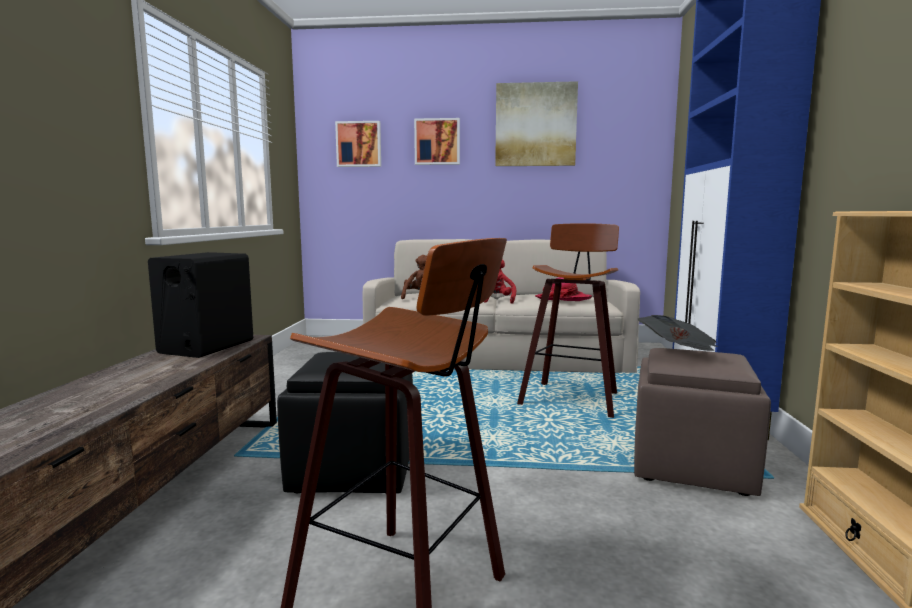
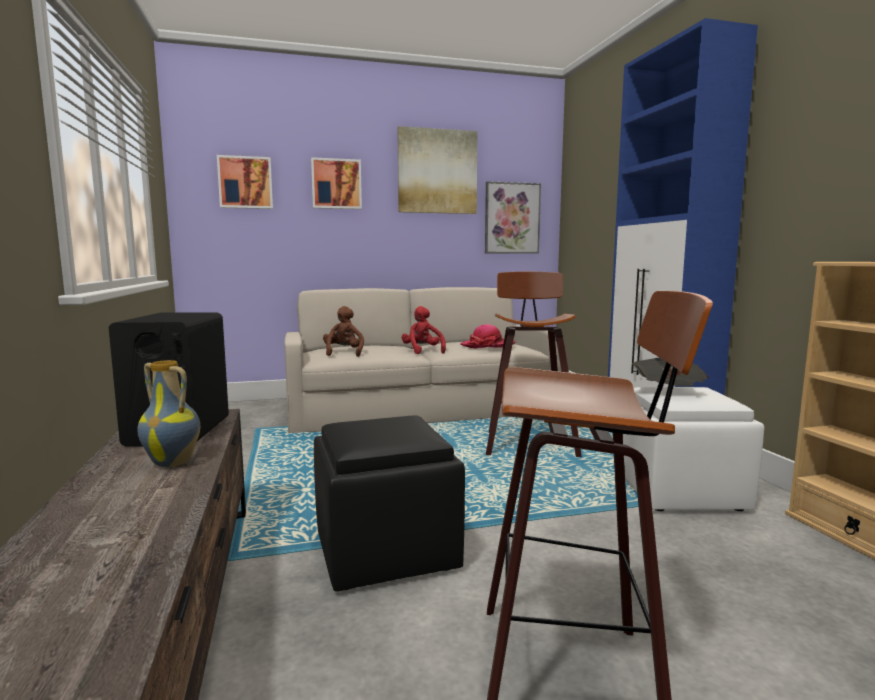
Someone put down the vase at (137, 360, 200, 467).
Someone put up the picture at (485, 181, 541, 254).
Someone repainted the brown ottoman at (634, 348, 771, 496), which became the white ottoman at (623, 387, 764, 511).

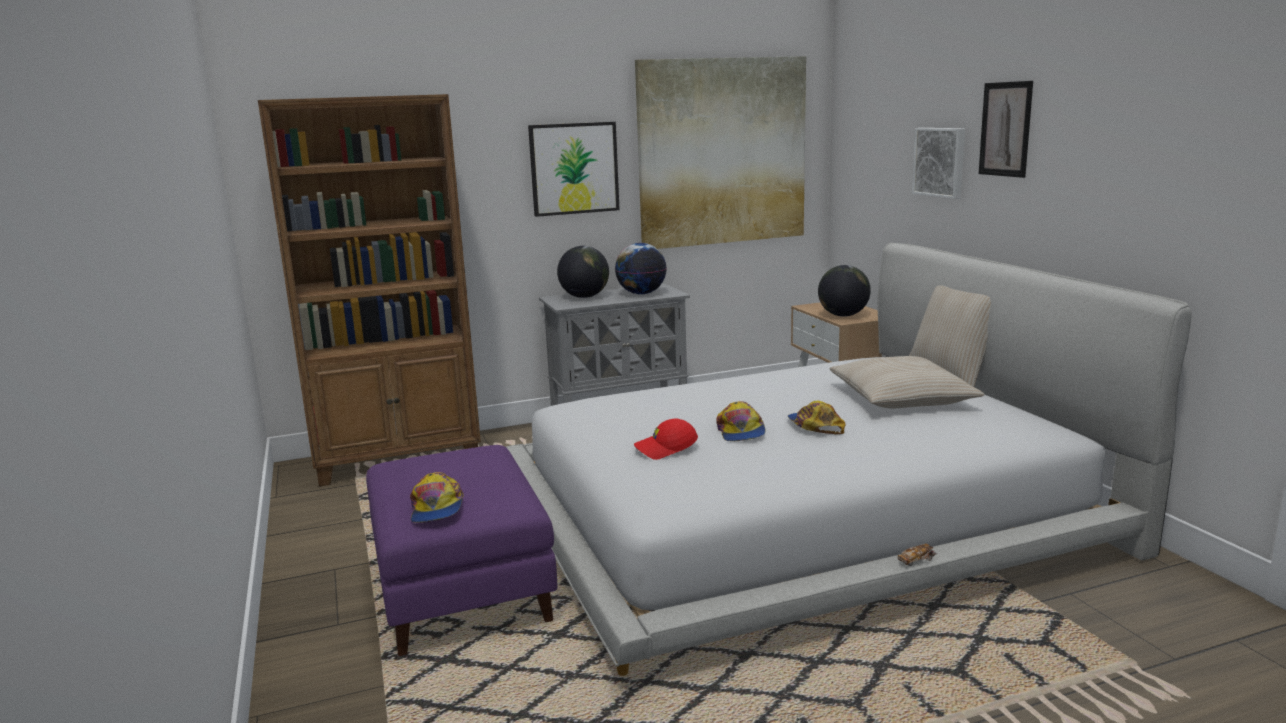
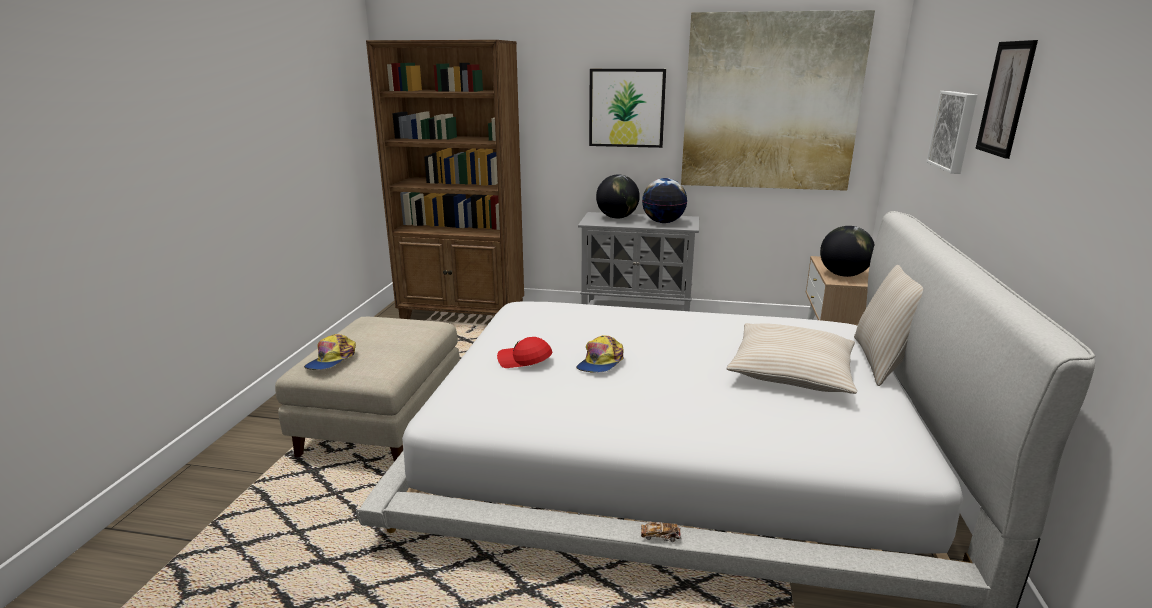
Someone repainted the purple ottoman at (366, 445, 557, 656), which became the beige ottoman at (275, 317, 460, 462).
Someone took away the cap at (788, 401, 845, 434).

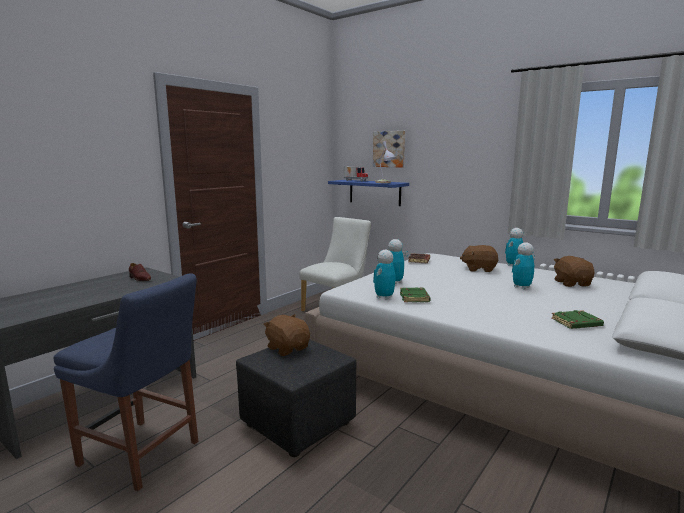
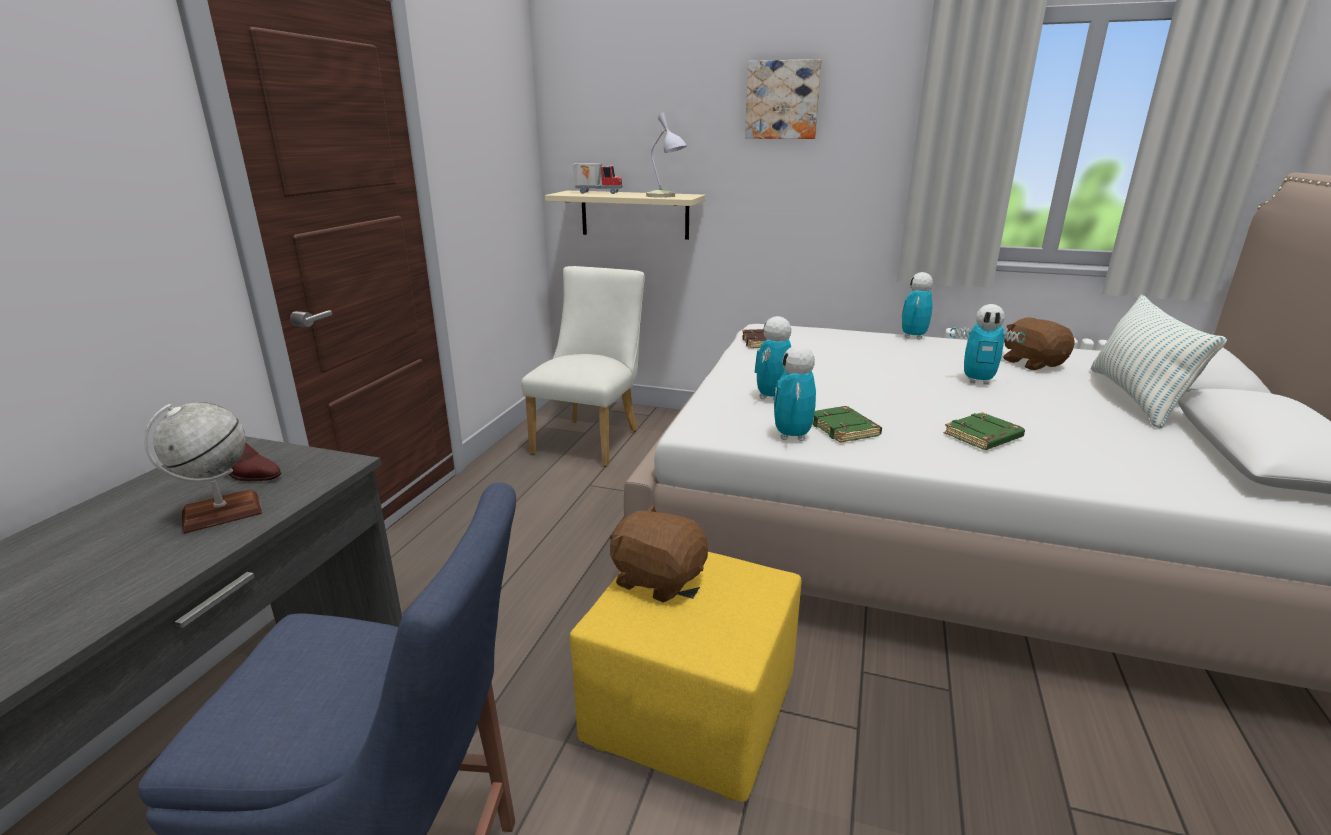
Someone put down the globe at (144, 402, 263, 534).
Someone repainted the blue shelf at (328, 180, 409, 206), which became the beige shelf at (545, 191, 706, 240).
Someone repainted the black ottoman at (236, 340, 356, 457), which became the yellow ottoman at (570, 552, 801, 802).
Someone carried the picture from (373, 131, 405, 168) to (745, 59, 822, 139).
Someone carried the green book from (551, 310, 604, 329) to (944, 412, 1025, 450).
Someone rotated the toy robot at (512, 242, 535, 290) by 105 degrees counterclockwise.
Someone put down the pillow at (1090, 295, 1227, 428).
Someone took away the brown plush toy at (460, 245, 498, 272).

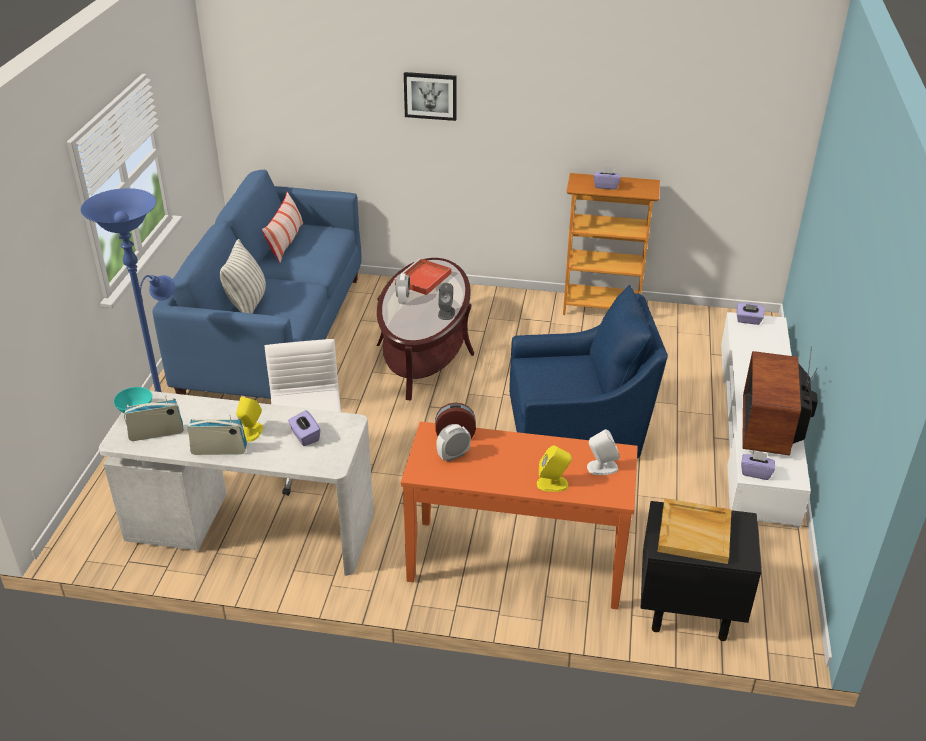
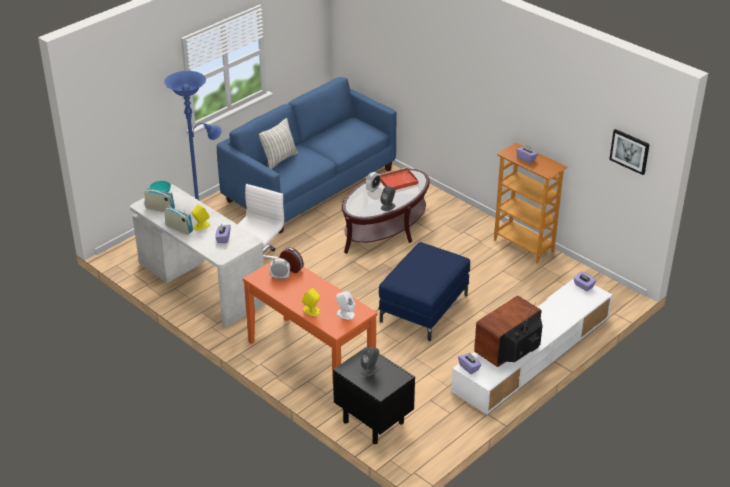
Someone swapped the beige tray at (658, 498, 731, 564) for the grey speaker at (361, 347, 379, 376).
Someone swapped the blue armchair at (509, 285, 668, 458) for the blue ottoman at (378, 242, 470, 341).
Someone carried the picture from (404, 72, 457, 121) to (609, 129, 650, 175).
Someone took away the pillow at (262, 192, 303, 263).

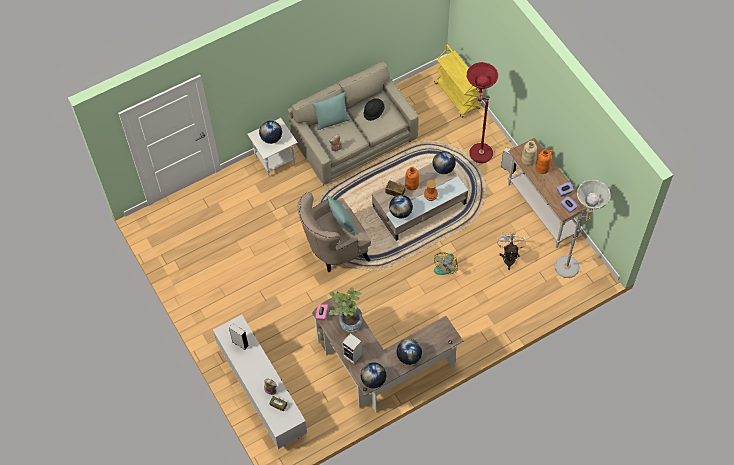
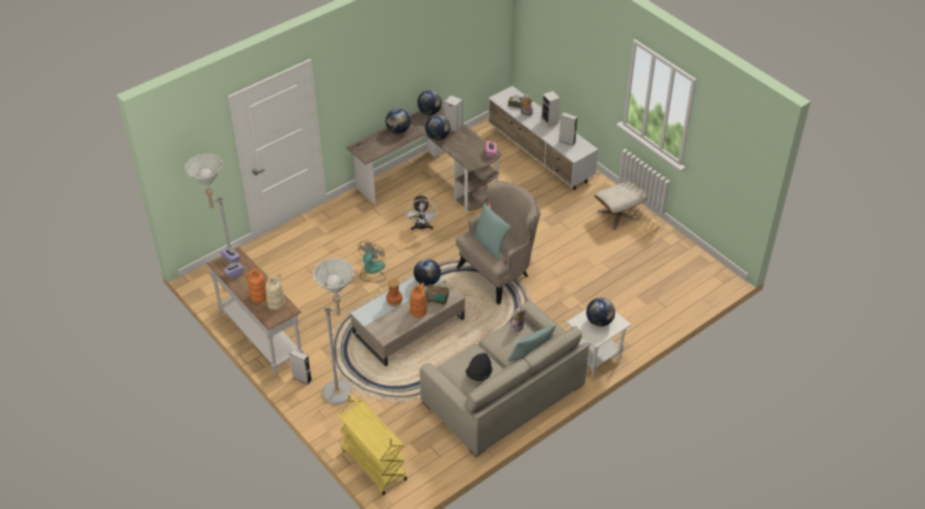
Someone repainted the red floor lamp at (467, 62, 498, 163), which became the grey floor lamp at (313, 258, 354, 405).
Someone carried the white fan from (497, 230, 526, 270) to (406, 194, 437, 230).
Someone carried the globe from (433, 151, 456, 174) to (425, 115, 450, 140).
Someone put down the speaker at (541, 91, 560, 127).
Someone put down the beige ottoman at (594, 181, 647, 230).
Someone took away the potted plant at (329, 288, 362, 332).

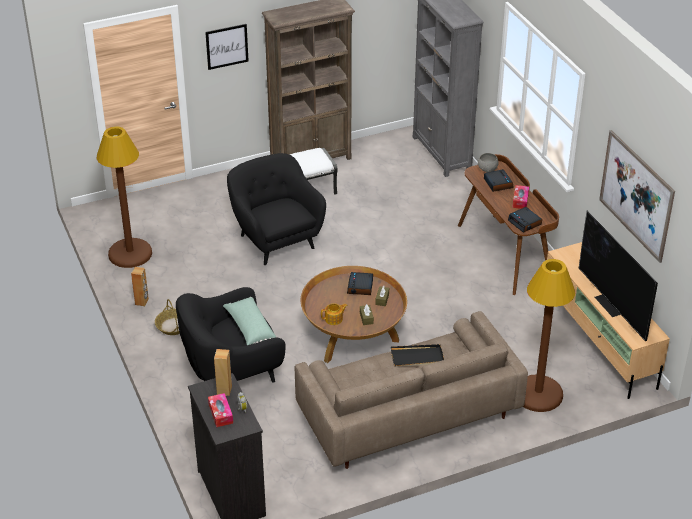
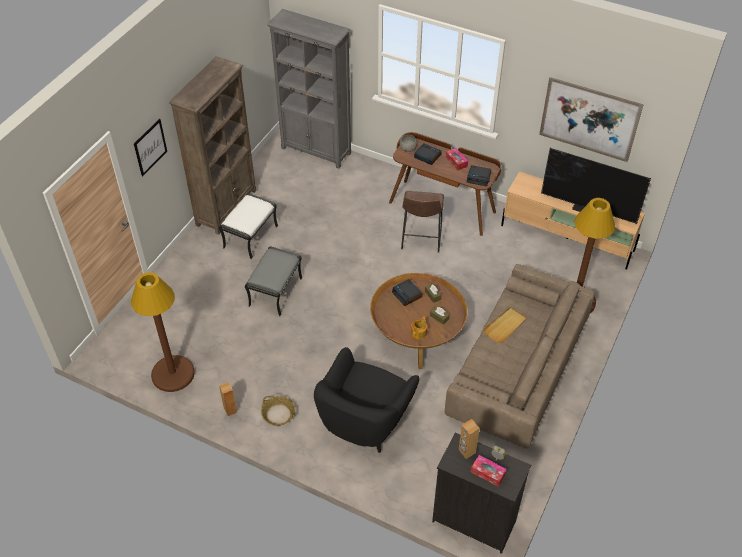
Someone swapped the black armchair at (227, 153, 326, 265) for the grey ottoman at (245, 246, 302, 316).
Someone put down the brown stool at (401, 191, 444, 253).
Someone repainted the black tray at (391, 344, 444, 366), which became the beige tray at (483, 306, 527, 344).
Someone took away the green pillow at (223, 297, 276, 345).

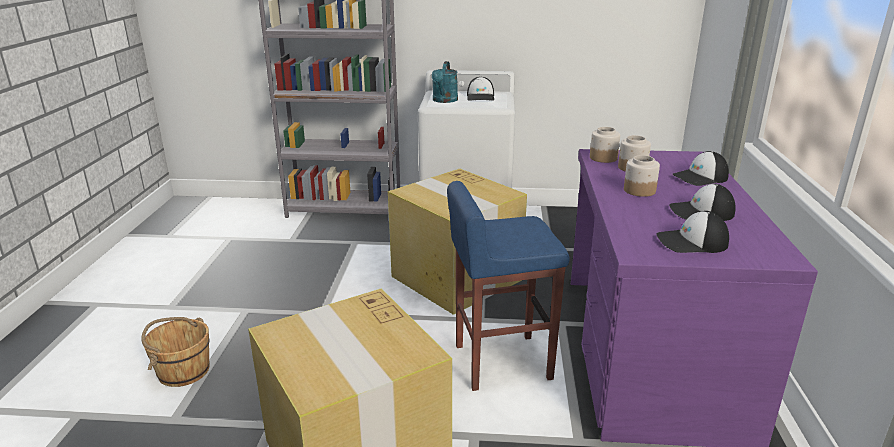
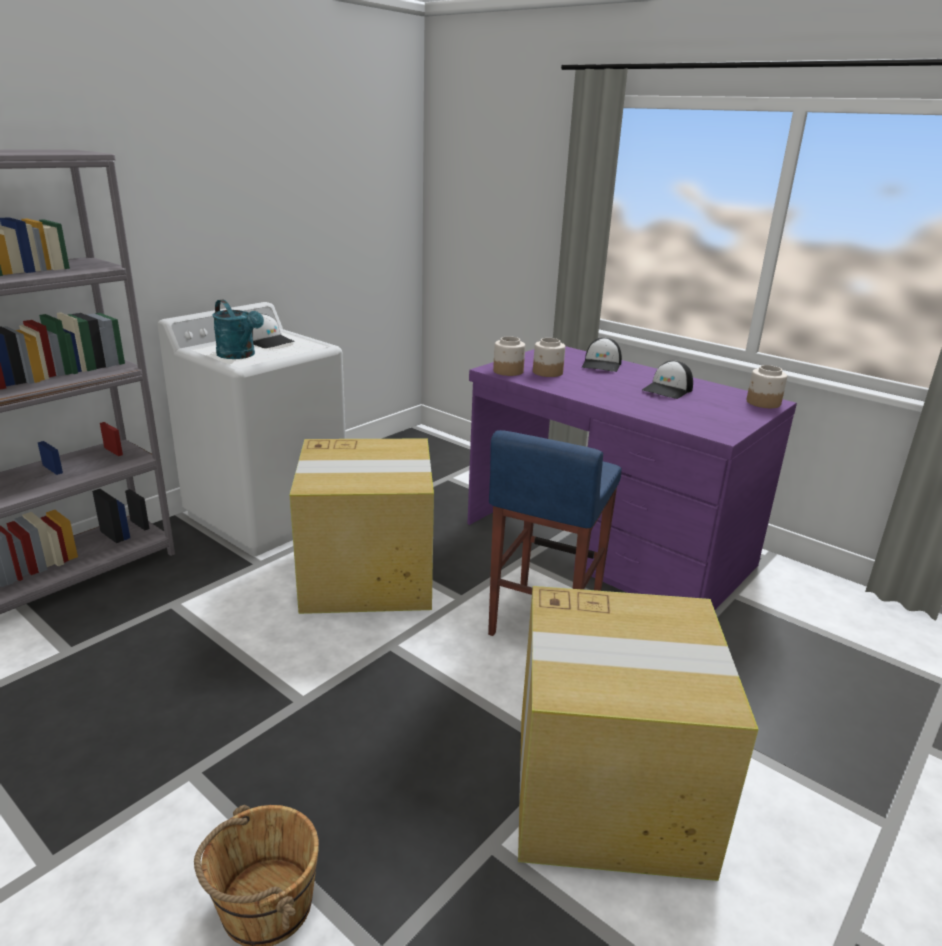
Someone carried the jar from (624, 155, 660, 197) to (747, 365, 787, 408).
Someone took away the cap at (656, 211, 729, 253).

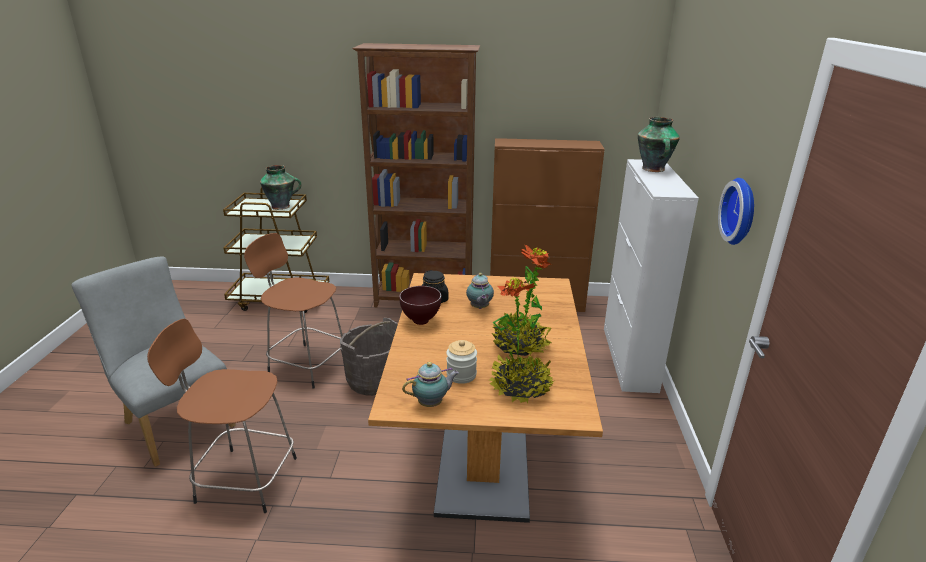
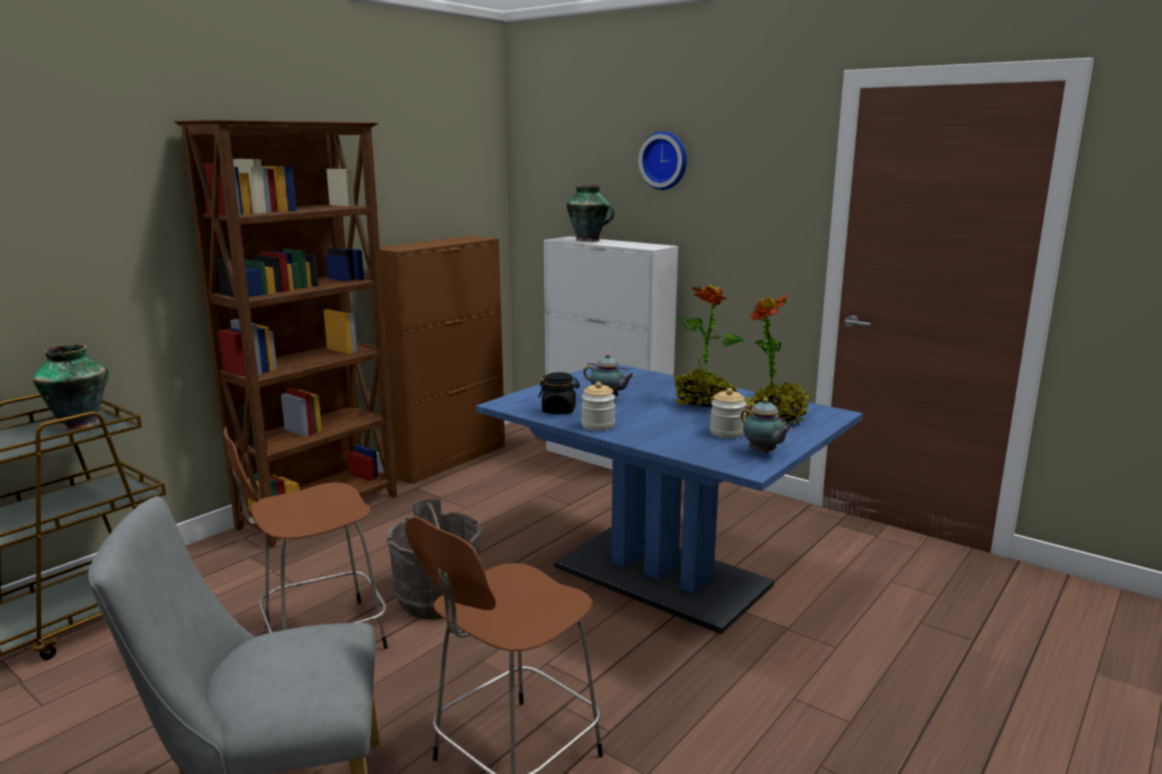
Someone repainted the brown dining table at (368, 273, 603, 523), which became the blue dining table at (476, 364, 863, 634).
Someone swapped the brown bowl at (399, 286, 441, 325) for the jar at (581, 382, 615, 431).
Someone carried the wall clock from (718, 178, 754, 245) to (638, 131, 687, 190).
Someone rotated the teapot at (402, 362, 459, 407) by 135 degrees clockwise.

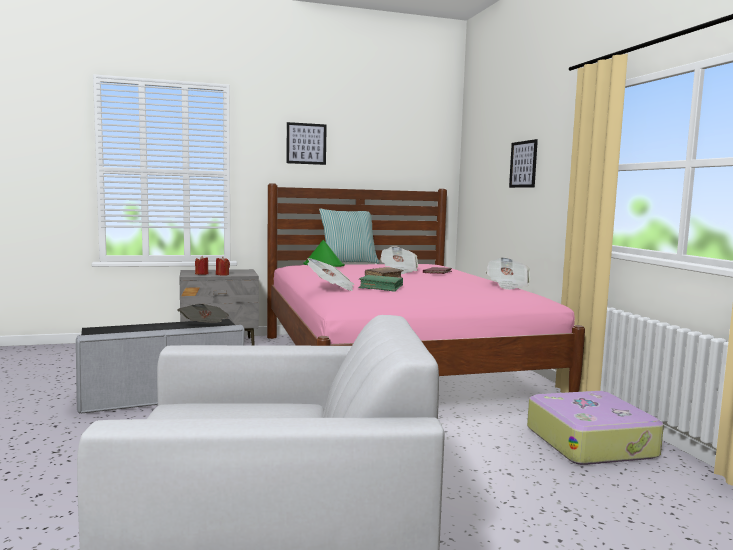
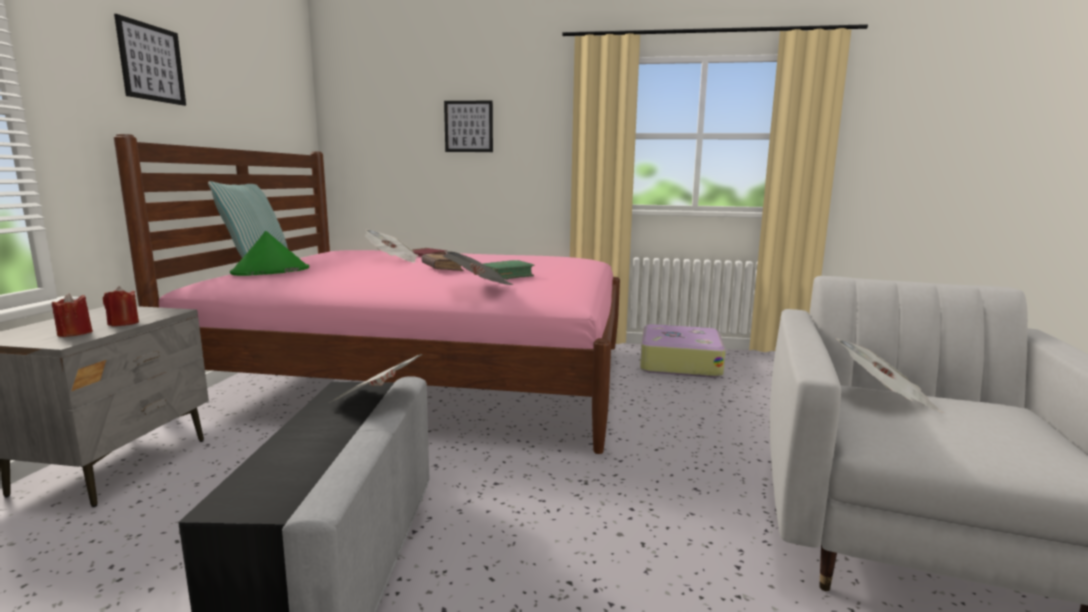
Someone carried the newspaper from (486, 257, 530, 290) to (835, 338, 944, 413).

